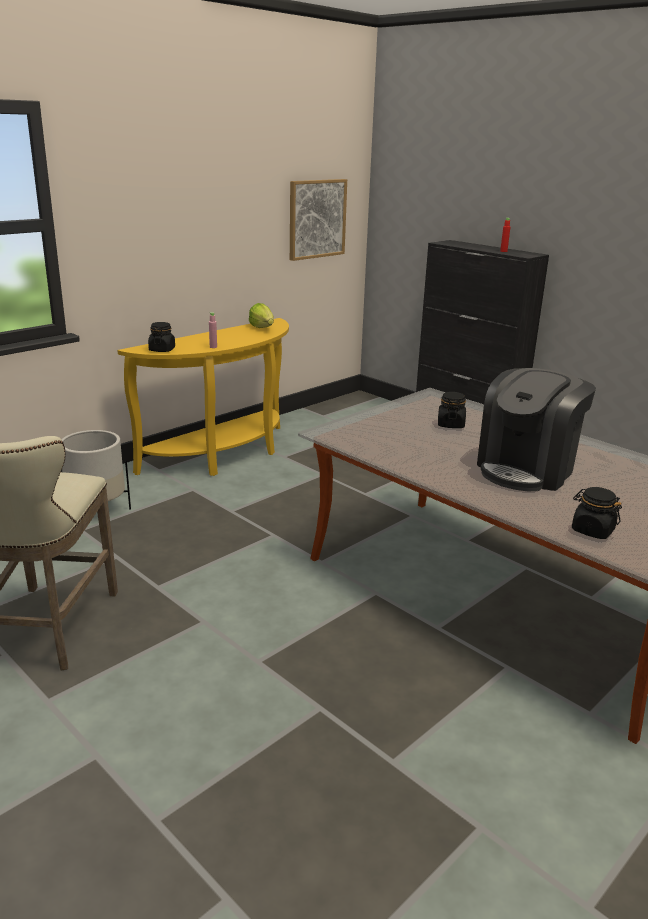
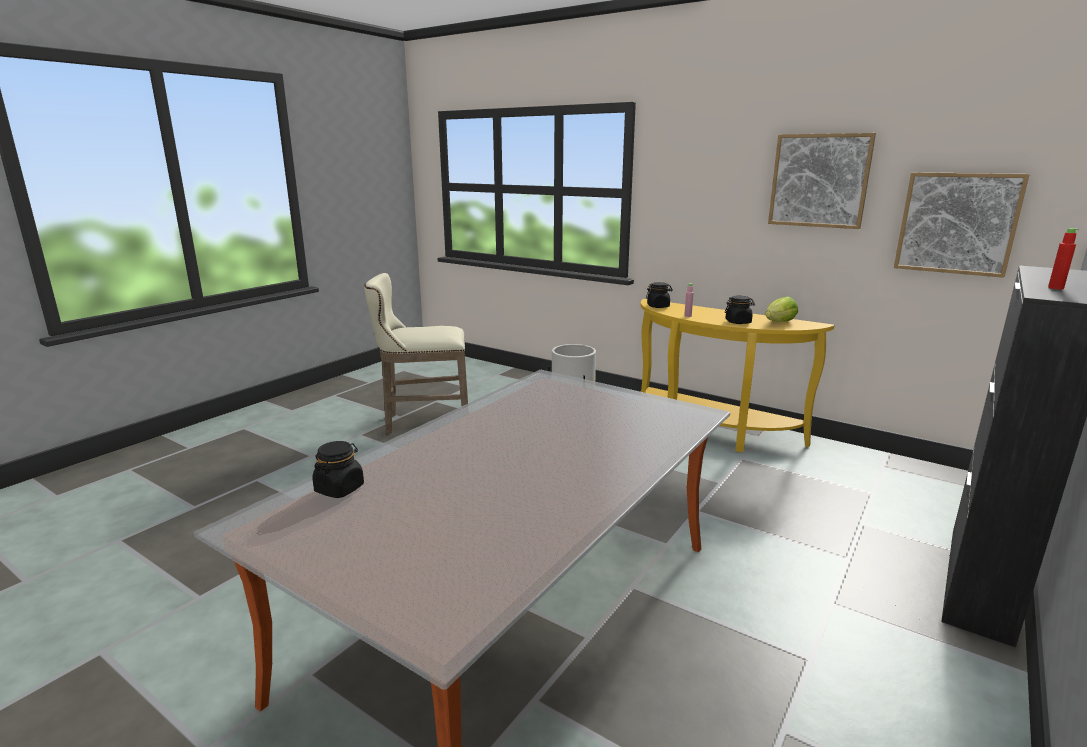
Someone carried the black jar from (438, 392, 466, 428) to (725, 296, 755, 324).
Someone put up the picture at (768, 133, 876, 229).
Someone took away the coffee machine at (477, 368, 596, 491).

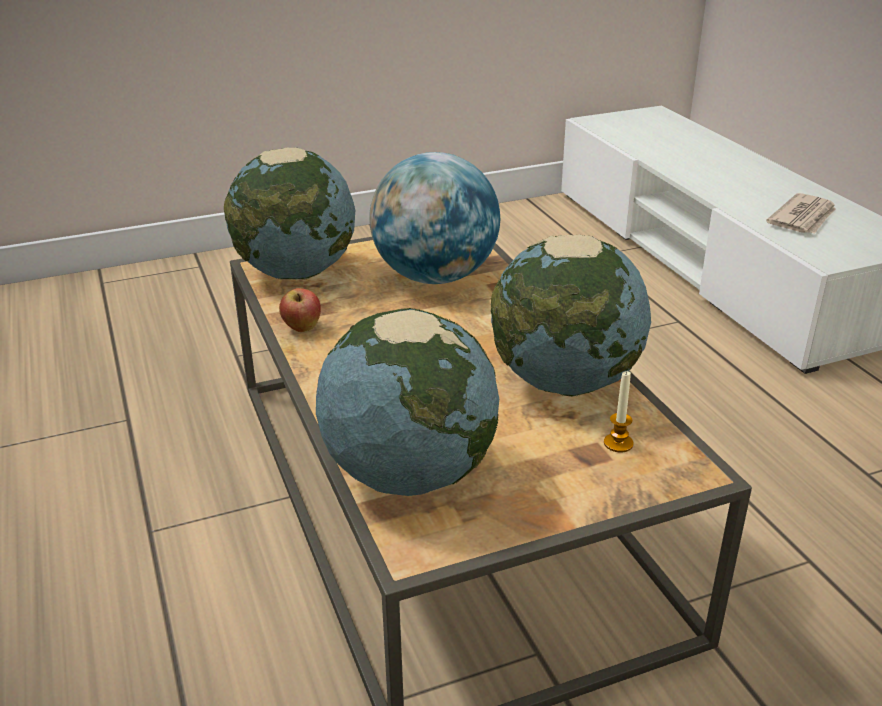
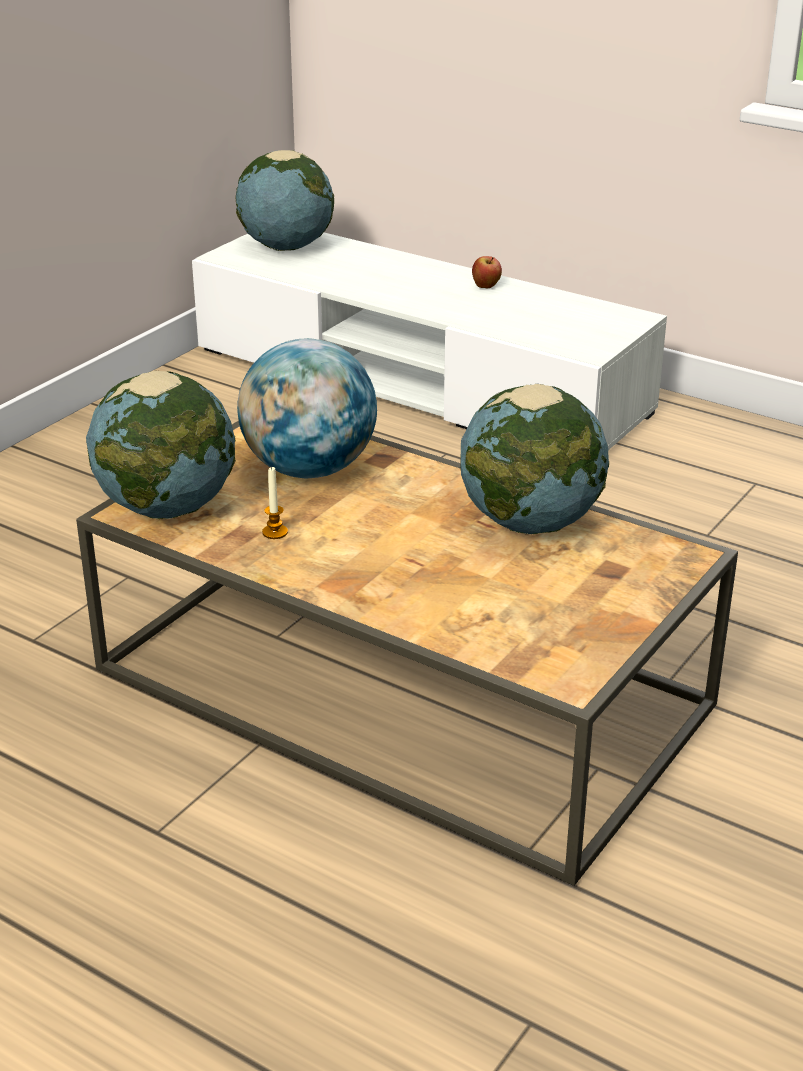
Someone carried the globe from (316, 308, 499, 496) to (235, 150, 334, 251).
Someone carried the candle from (604, 371, 633, 452) to (262, 466, 288, 539).
Someone carried the apple from (279, 288, 321, 332) to (472, 256, 502, 288).
Someone took away the newspaper at (766, 193, 836, 234).

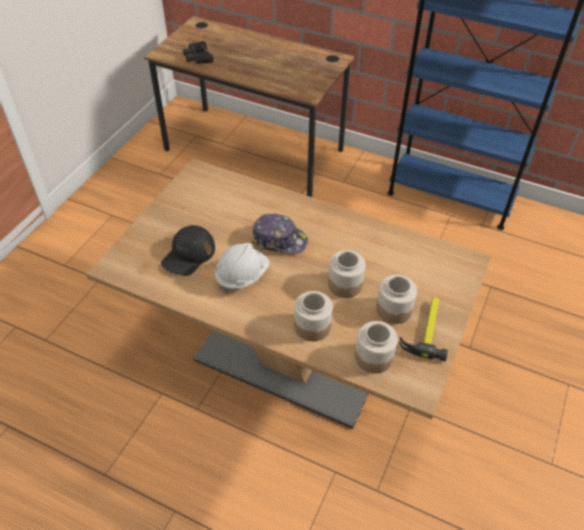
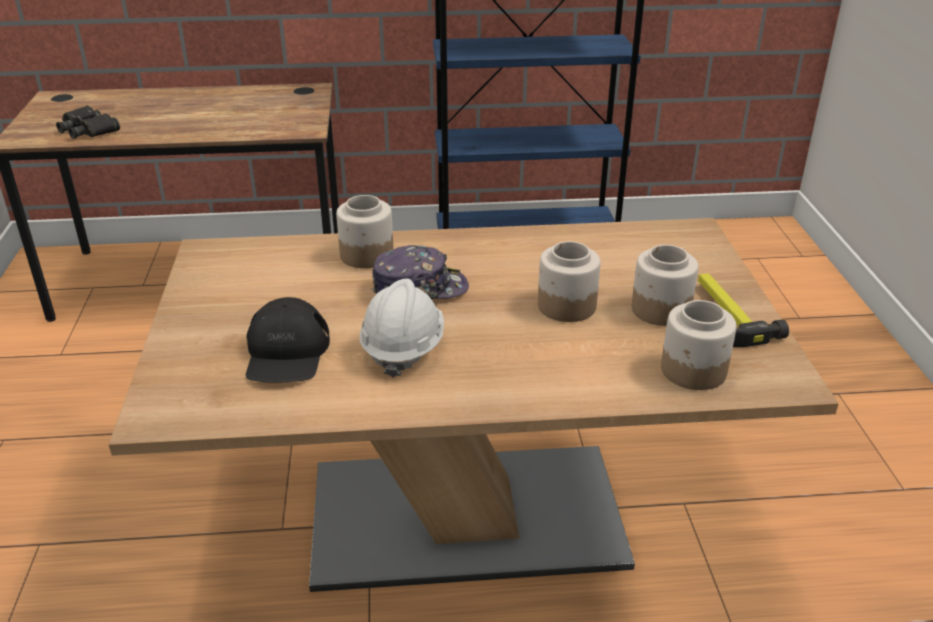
Someone carried the jar from (294, 291, 333, 341) to (336, 195, 394, 268).

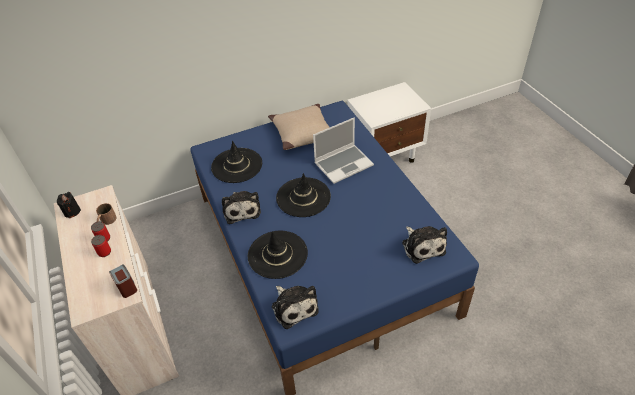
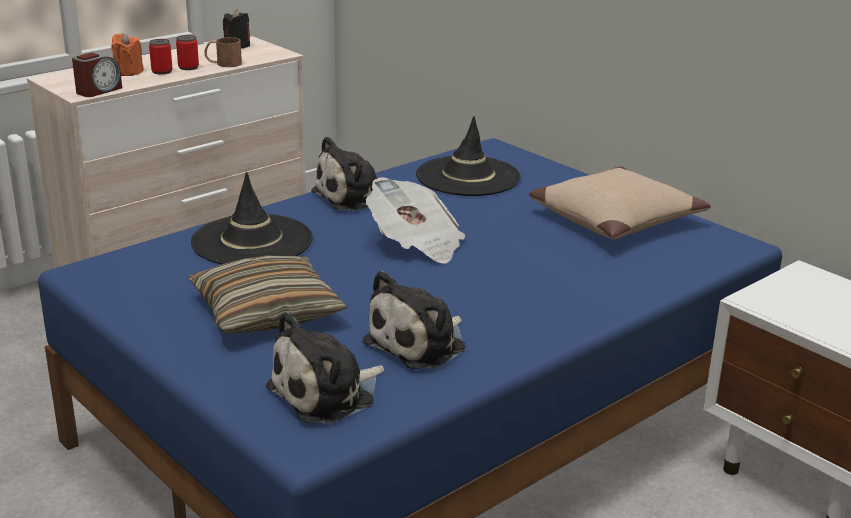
Someone put down the orange candle at (111, 33, 144, 76).
Someone put down the pillow at (188, 256, 348, 333).
Someone carried the plush toy from (272, 286, 319, 329) to (363, 270, 466, 369).
Someone swapped the black hat at (276, 173, 331, 217) for the newspaper at (366, 177, 466, 264).
Someone took away the laptop at (313, 117, 374, 184).

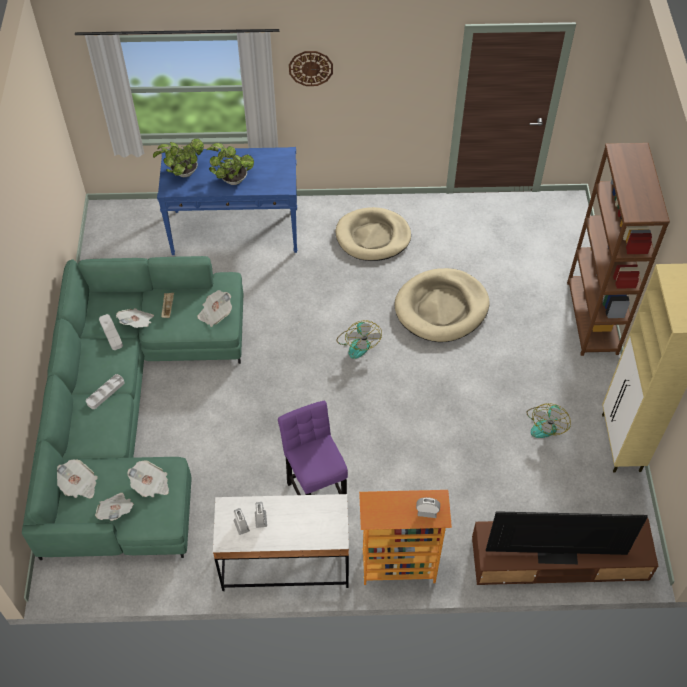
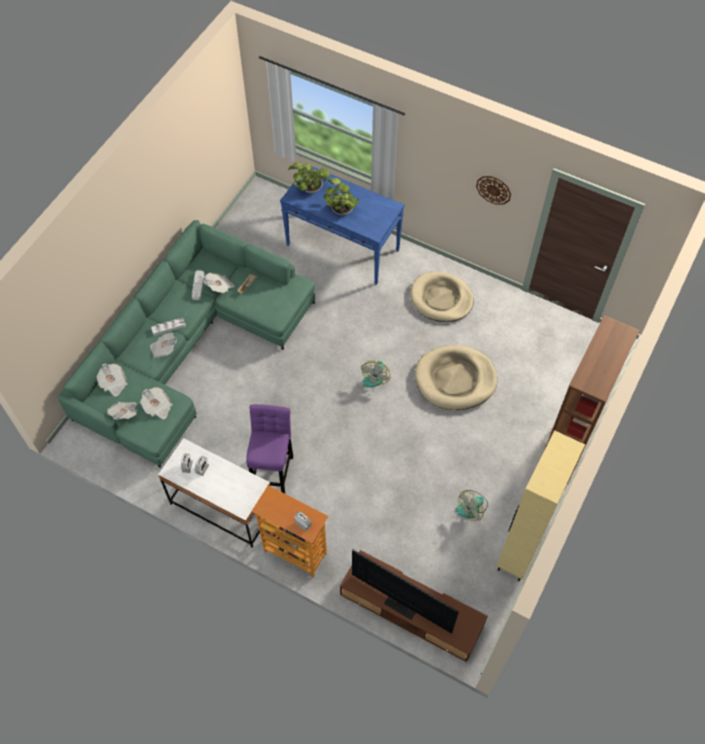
Someone carried the newspaper from (197, 290, 232, 327) to (150, 333, 177, 358).
Someone carried the wall clock from (289, 51, 333, 86) to (476, 176, 511, 205).

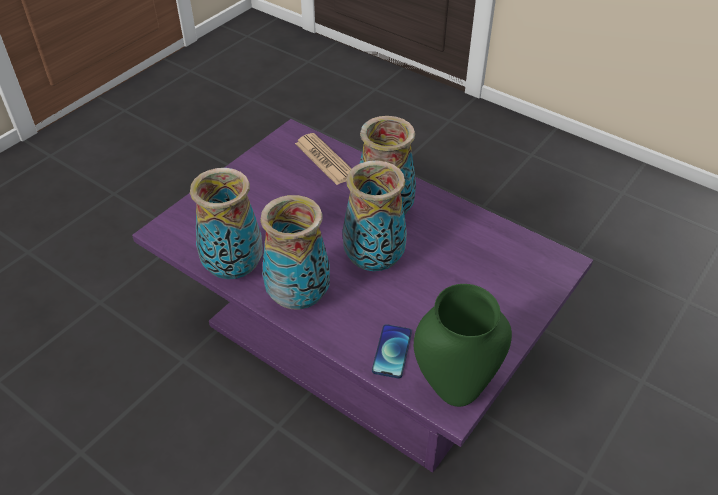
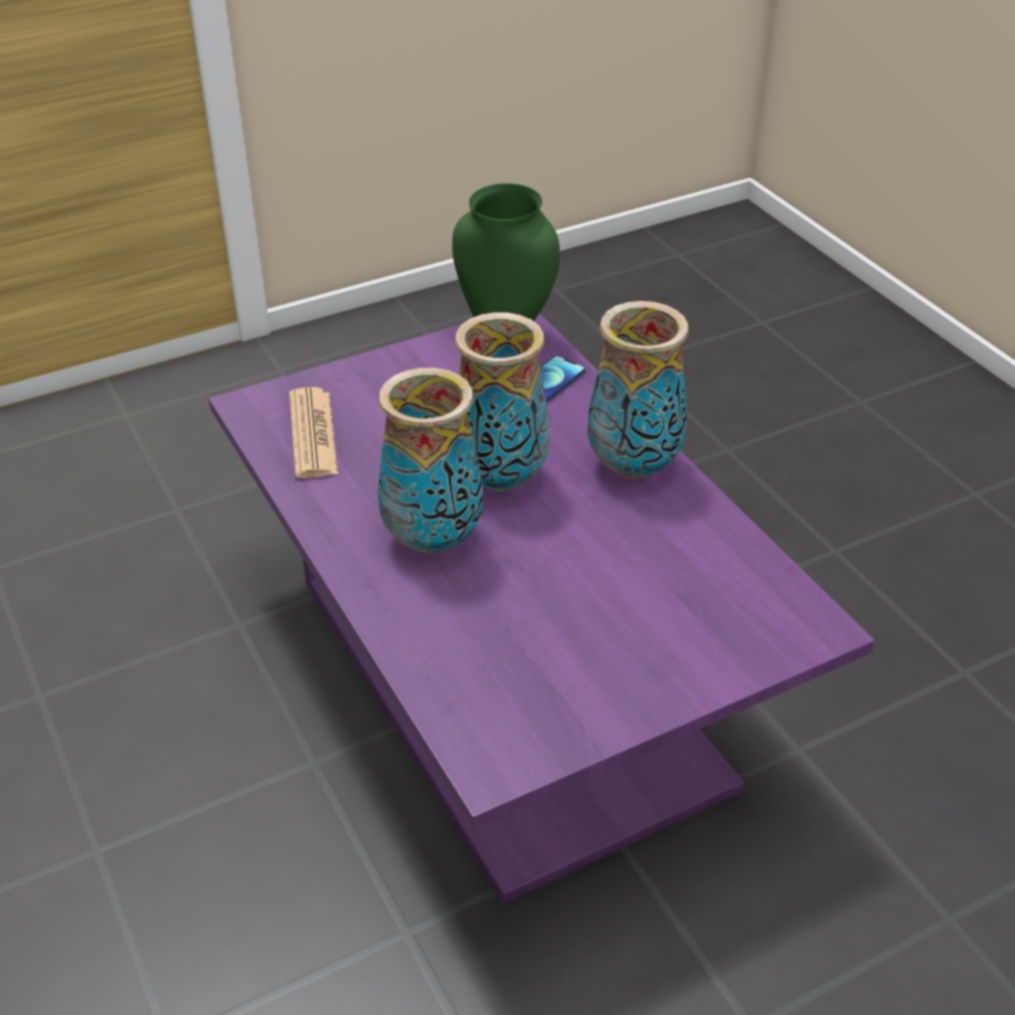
Someone carried the newspaper from (295, 133, 352, 185) to (289, 387, 338, 478).
Someone took away the vase at (190, 168, 263, 279).

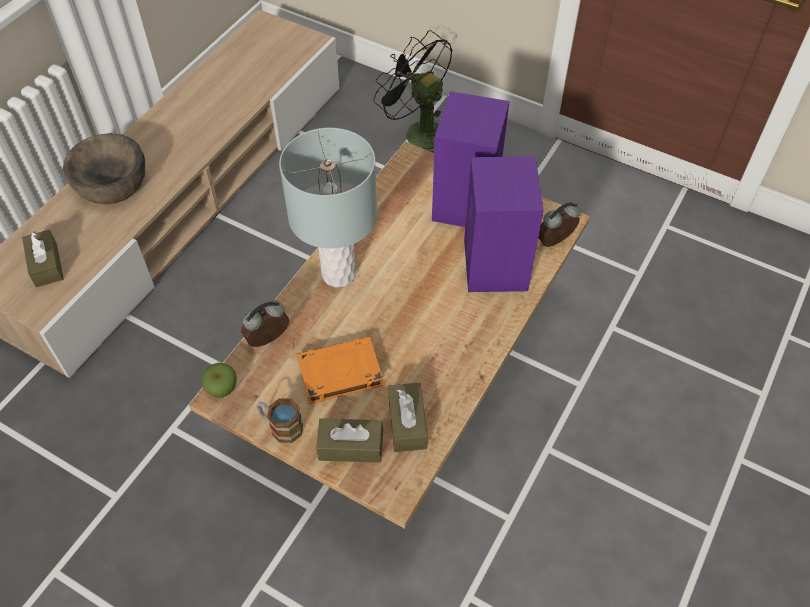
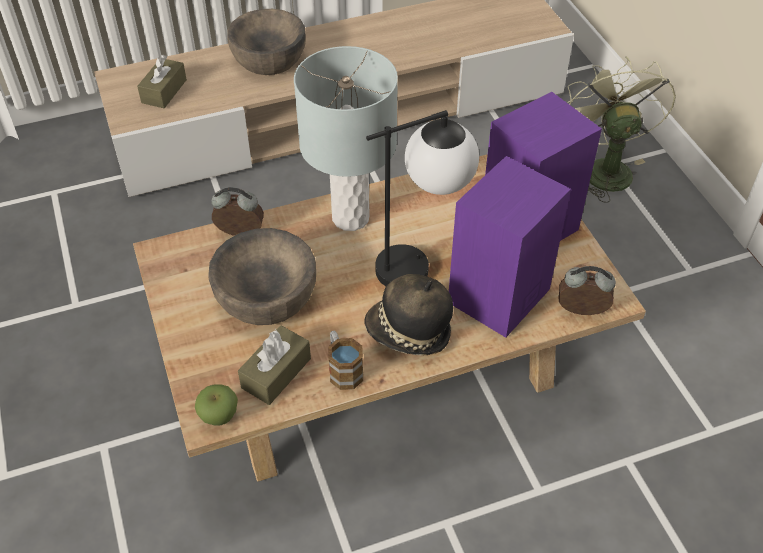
Someone carried the apple from (201, 363, 237, 398) to (195, 384, 238, 426).
Someone swapped the orange book at (297, 337, 384, 404) for the brown bowl at (208, 228, 316, 325).
Someone carried the mug from (257, 398, 303, 443) to (328, 331, 363, 390).
Someone put down the hat at (364, 274, 453, 355).
Someone put down the table lamp at (366, 110, 479, 286).
Someone repainted the black fan at (373, 30, 453, 153), which became the green fan at (567, 56, 676, 203).
Someone took away the brown tissue box at (316, 418, 383, 463).

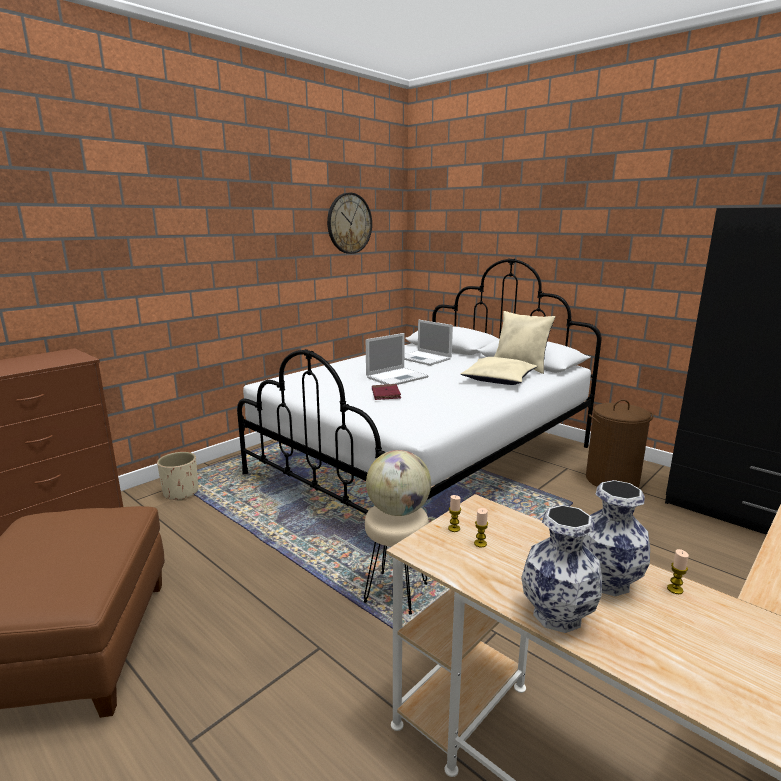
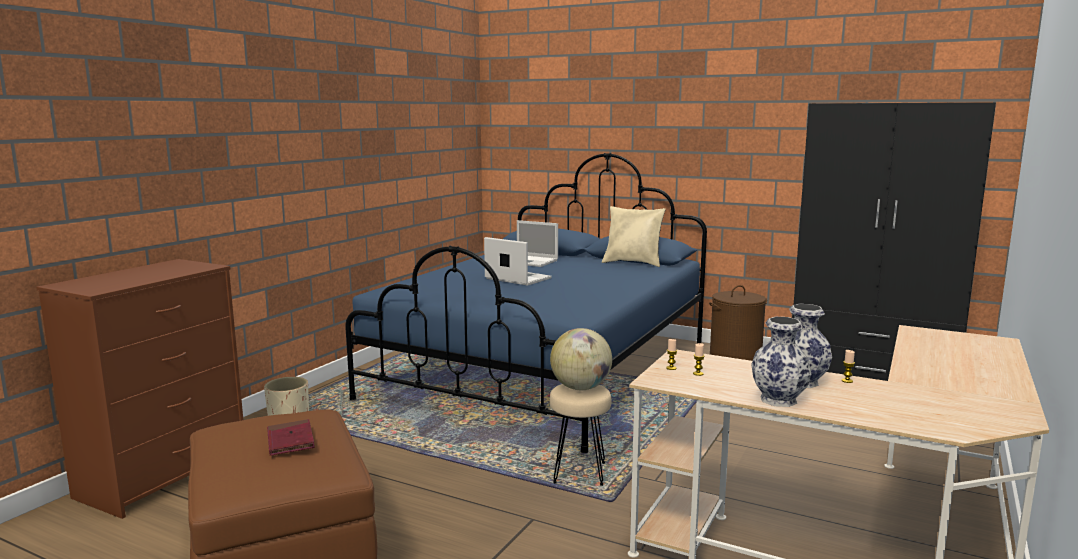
Someone carried the red book from (372, 384, 401, 400) to (267, 419, 315, 456).
Someone repainted the white bed at (237, 258, 601, 514), which became the blue bed at (345, 153, 707, 453).
Someone rotated the laptop at (366, 333, 428, 385) by 90 degrees counterclockwise.
Someone took away the wall clock at (327, 193, 372, 254).
Someone took away the beige pillow at (461, 357, 537, 385).

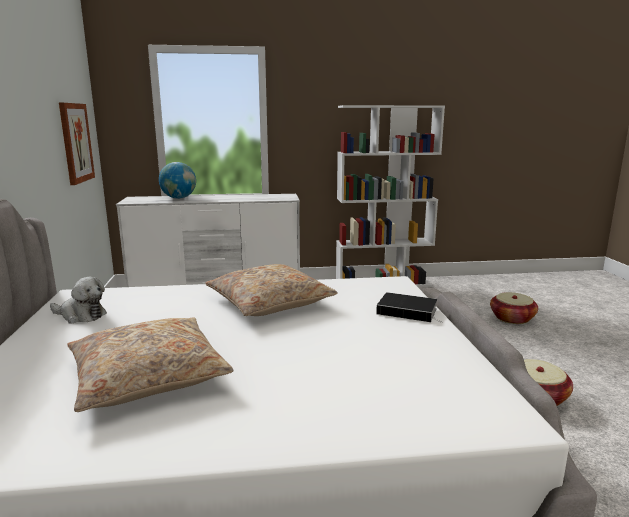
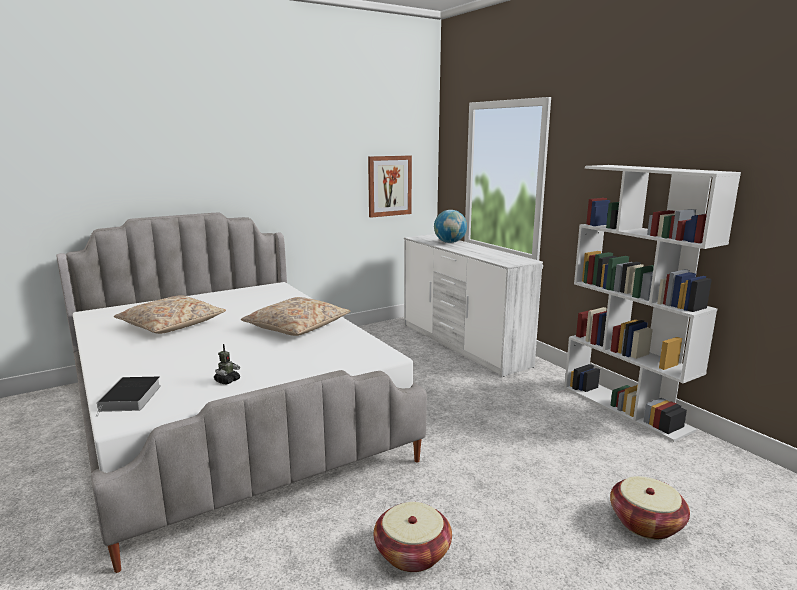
Someone carried the book from (376, 292, 442, 323) to (96, 377, 161, 417).
Someone put down the toy robot at (214, 344, 240, 385).
Someone took away the plush toy at (50, 276, 107, 323).

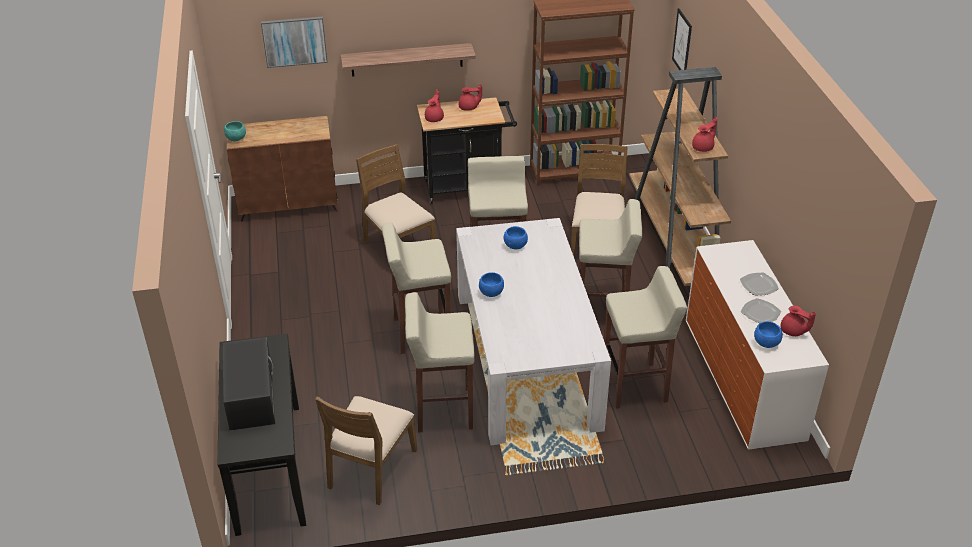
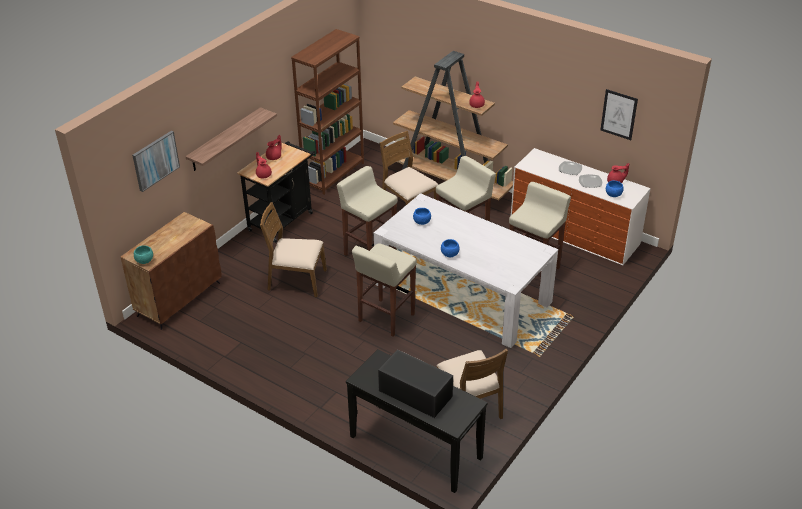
Someone carried the picture from (672, 8, 692, 70) to (600, 89, 638, 140).
Someone took away the beige stool at (405, 292, 475, 432).

